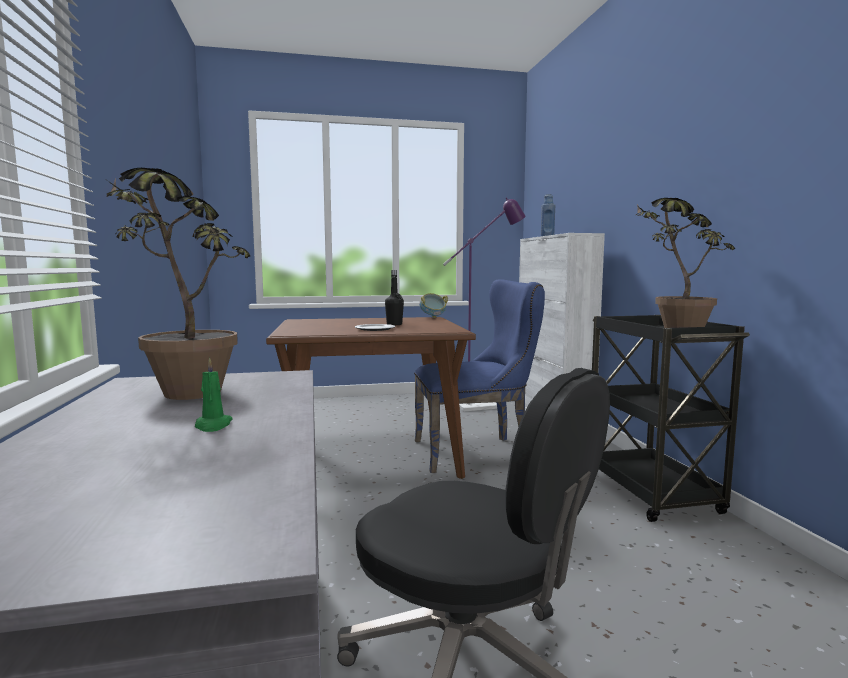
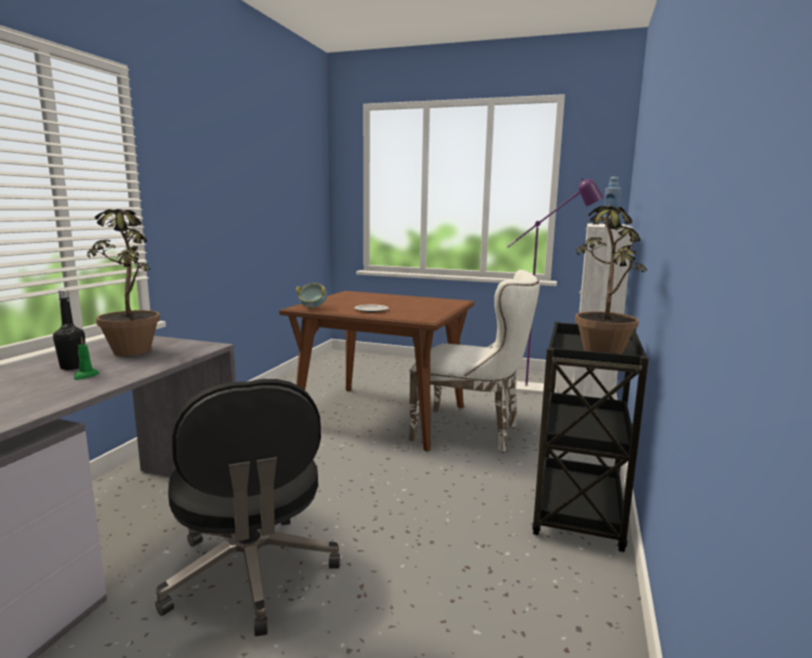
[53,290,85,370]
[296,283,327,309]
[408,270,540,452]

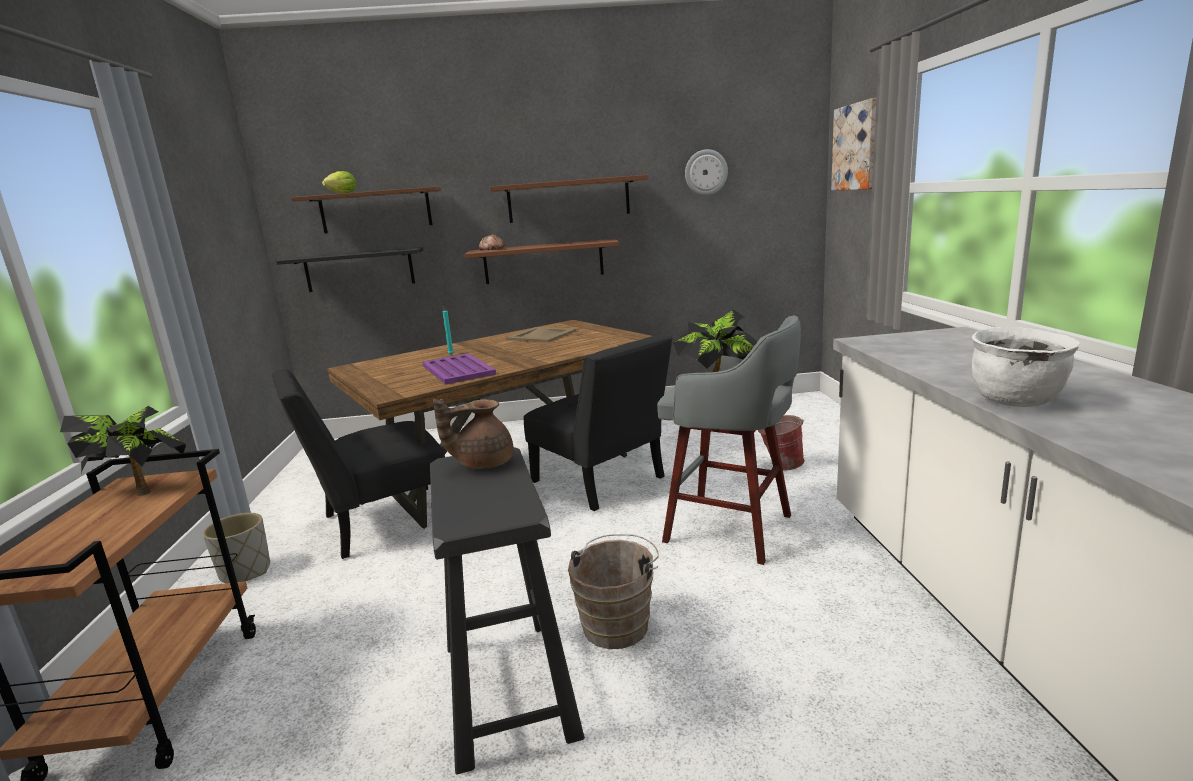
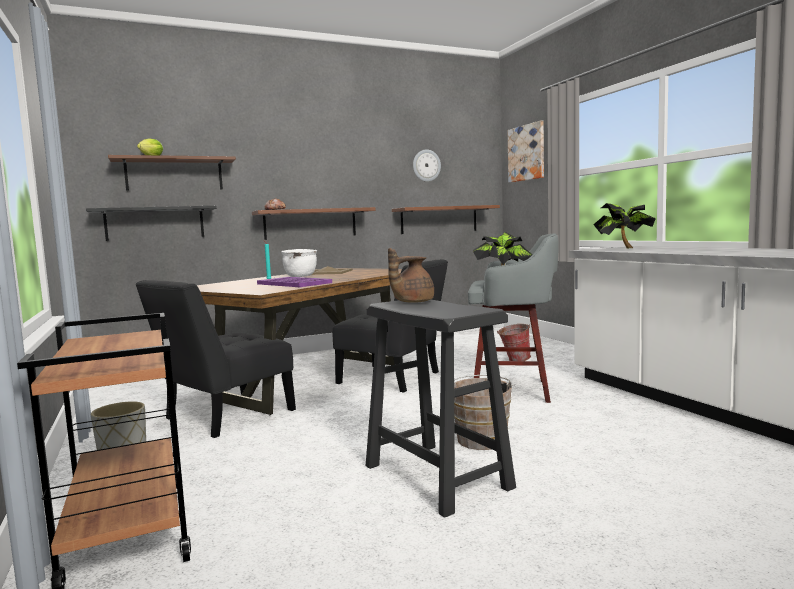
[281,249,317,277]
[392,205,500,234]
[593,203,656,248]

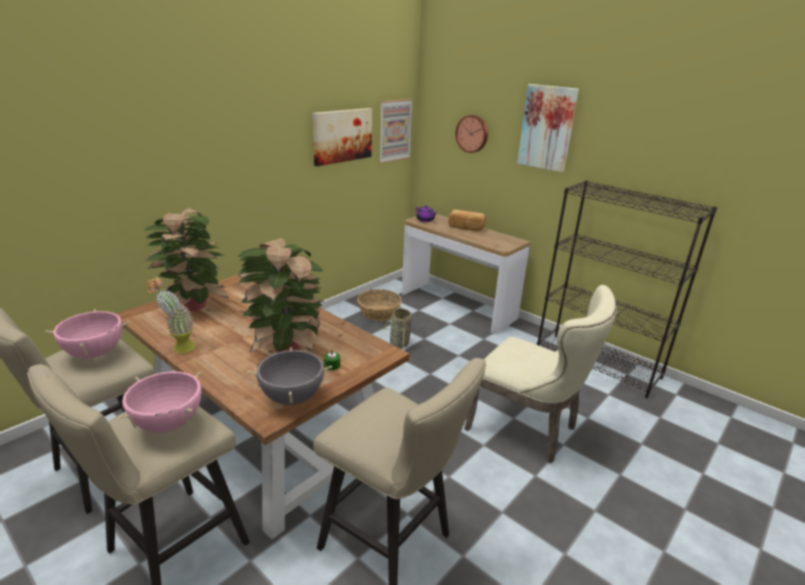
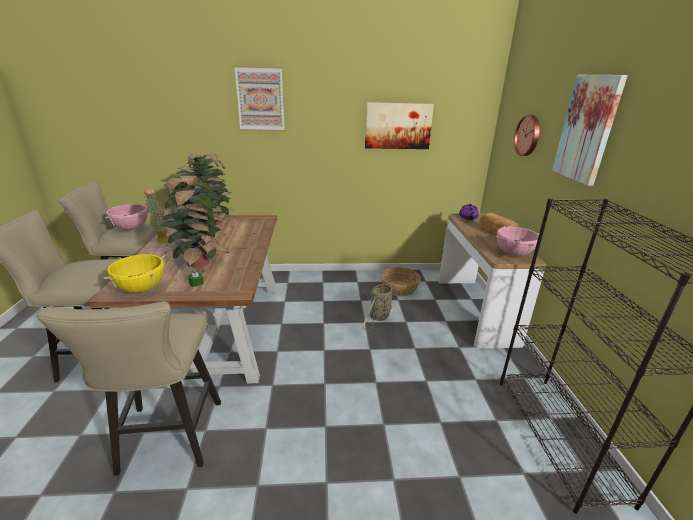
[104,254,165,293]
[234,66,285,131]
[496,226,539,256]
[464,285,617,463] (first image)

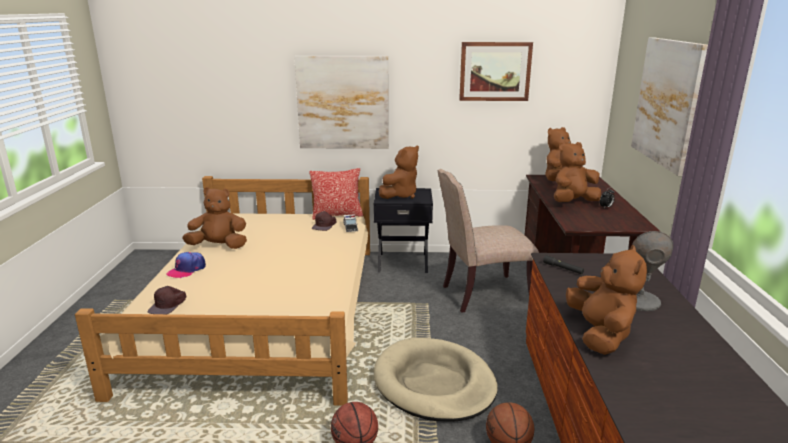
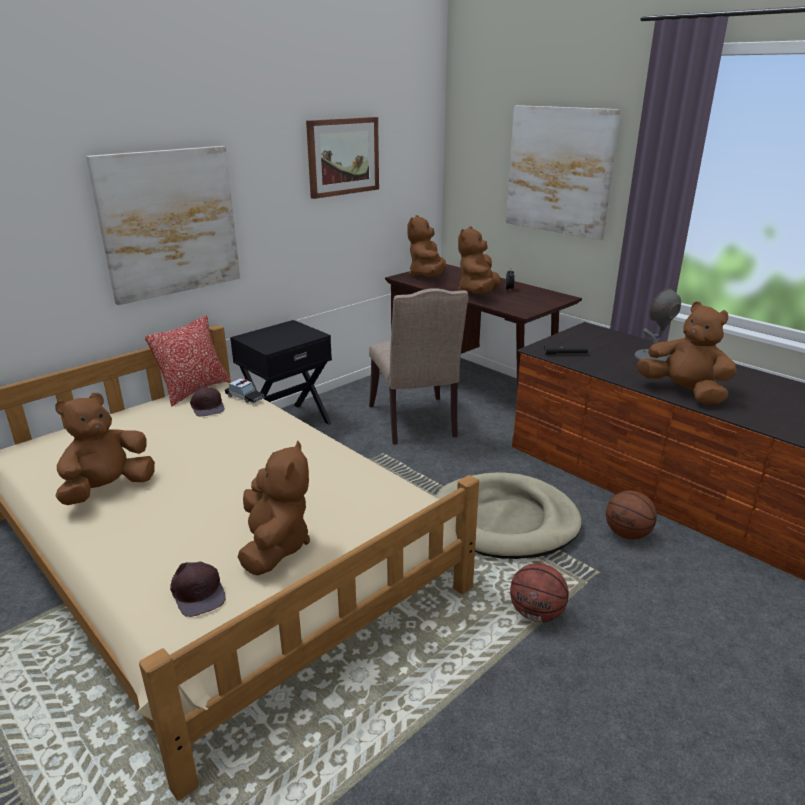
[238,441,310,575]
[369,288,469,445]
[166,252,206,279] (first image)

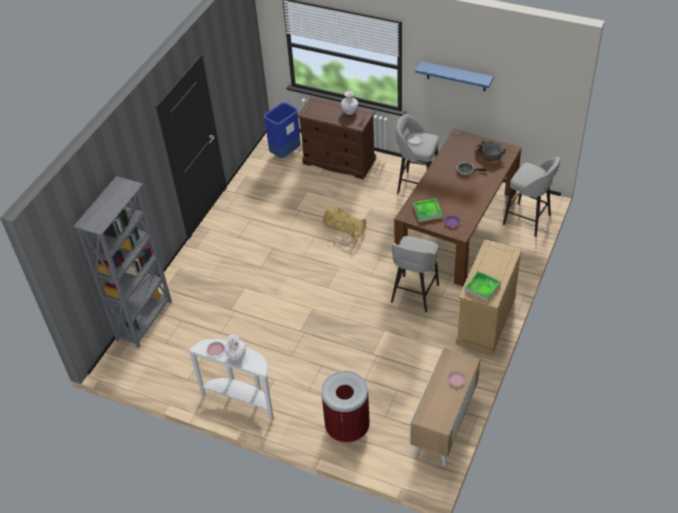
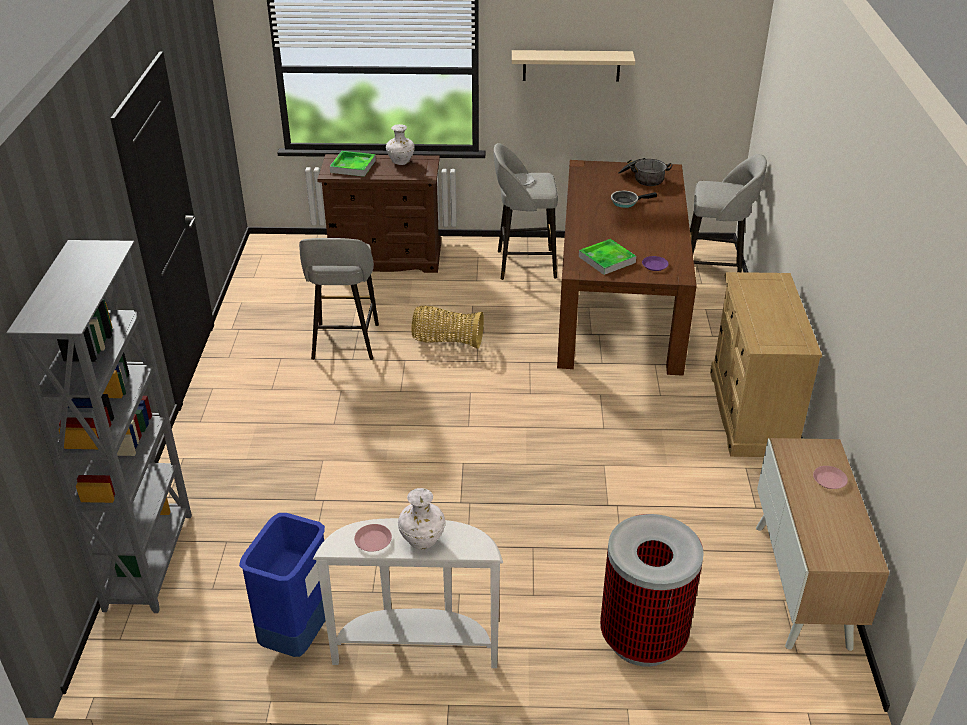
[239,513,326,657]
[299,238,379,360]
[330,151,376,177]
[512,50,635,82]

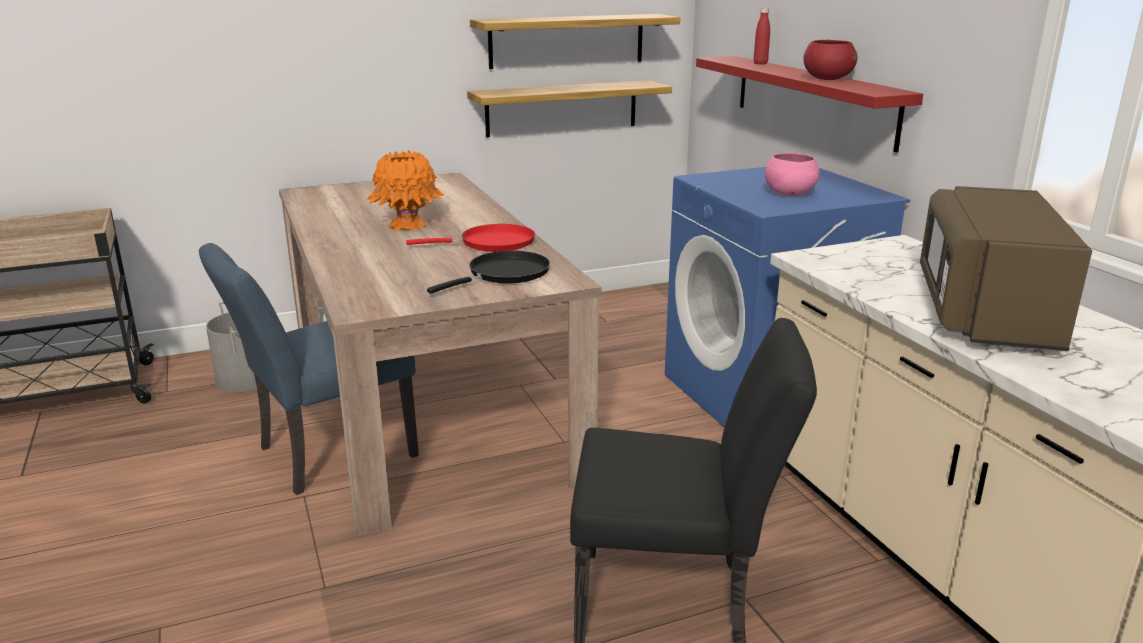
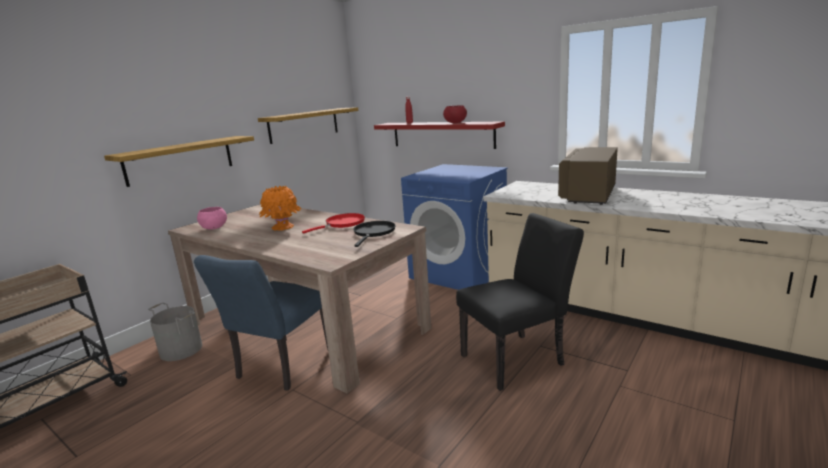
[104,136,254,187]
[197,207,227,229]
[558,147,618,205]

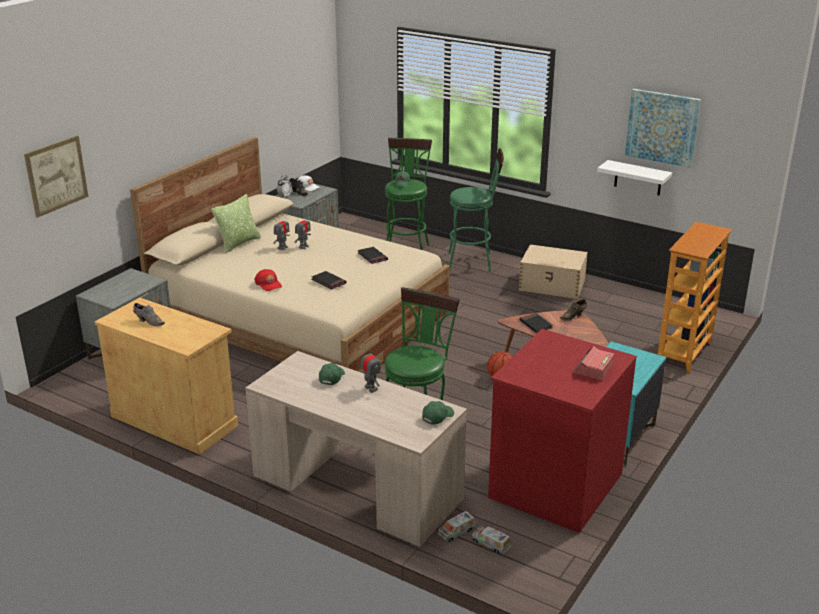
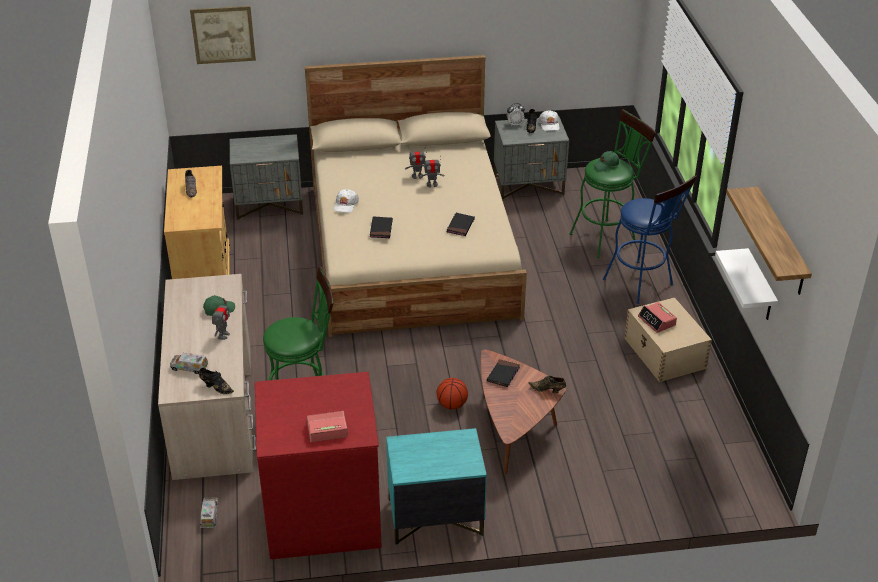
[170,353,208,374]
[199,368,234,394]
[334,189,359,213]
[603,175,697,304]
[638,302,677,333]
[726,187,812,295]
[211,194,261,253] (first image)
[657,222,732,373] (first image)

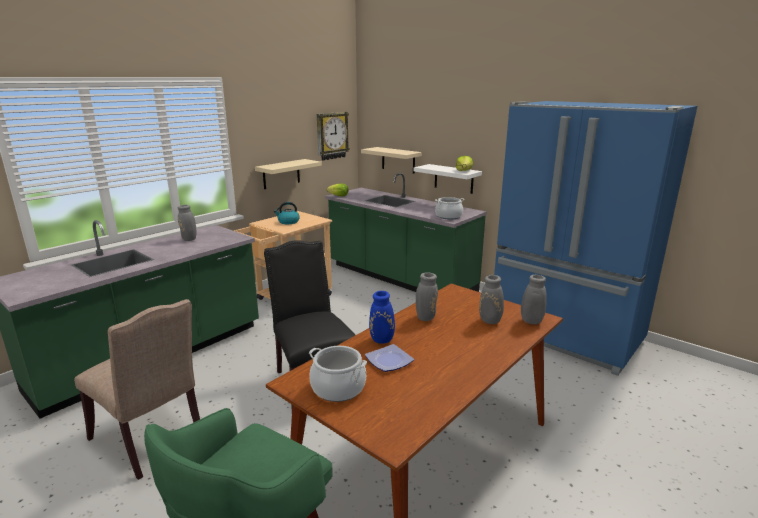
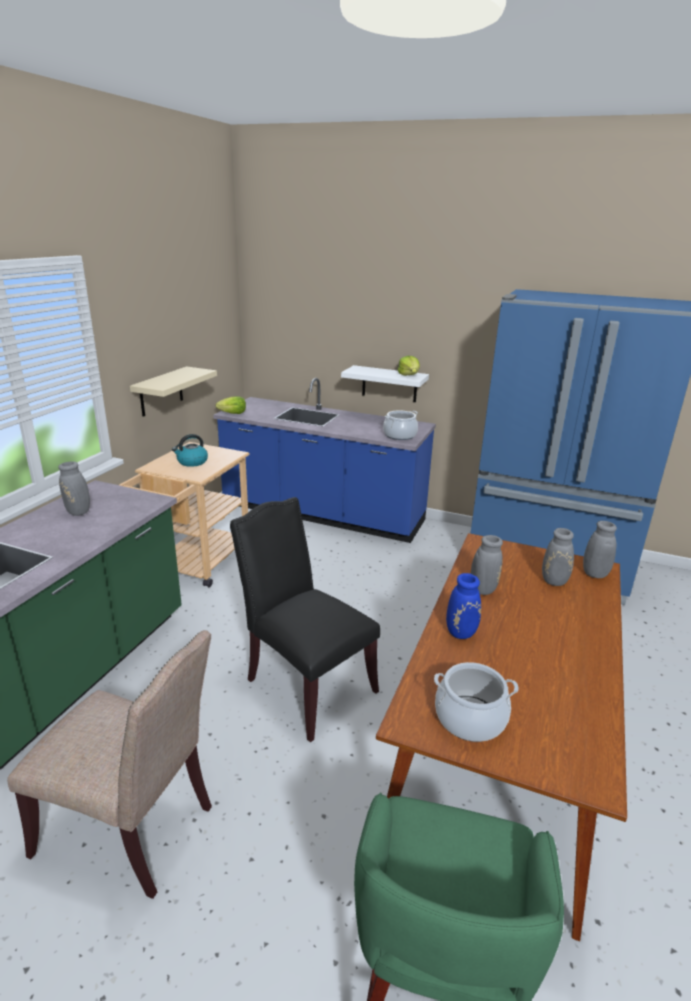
[213,378,436,543]
[317,112,350,161] (first image)
[361,147,422,174] (first image)
[365,344,414,372] (first image)

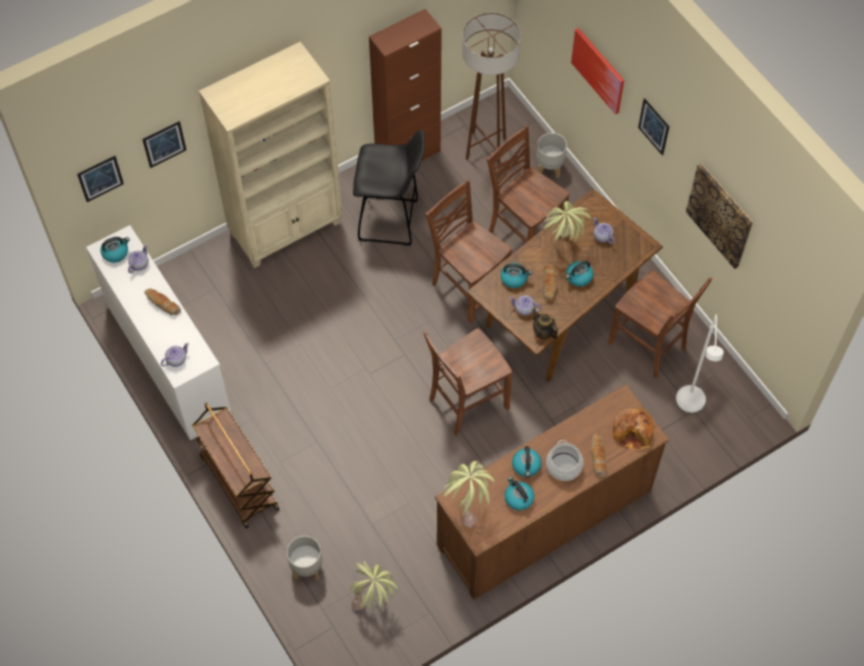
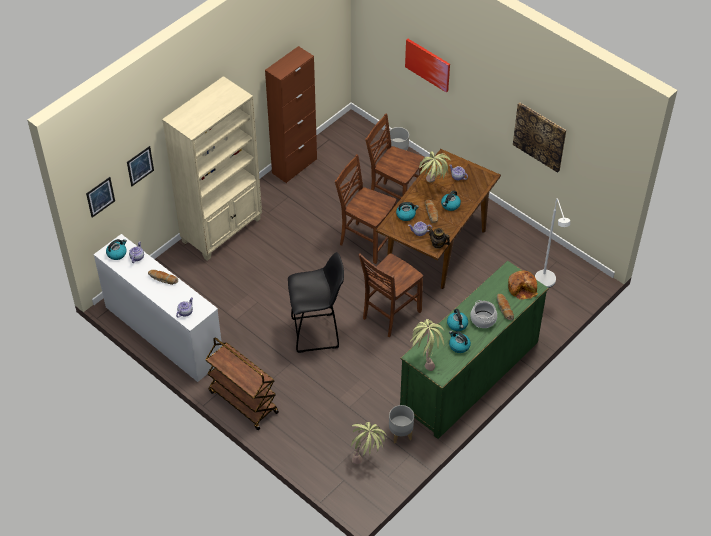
[288,252,344,353]
[389,405,414,444]
[400,261,549,439]
[462,13,521,164] (first image)
[608,270,712,378] (first image)
[638,98,670,155] (first image)

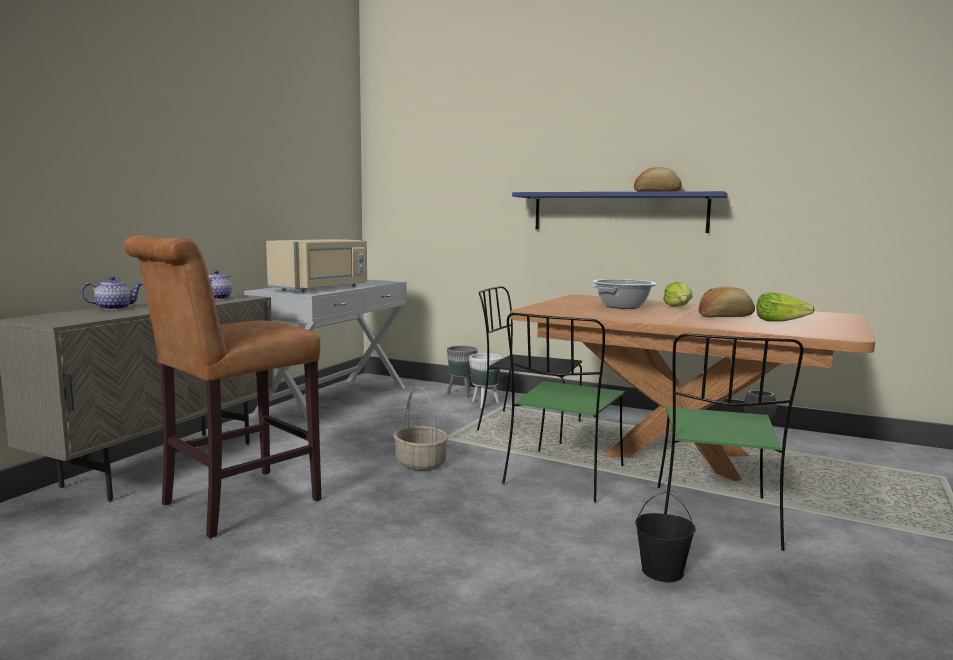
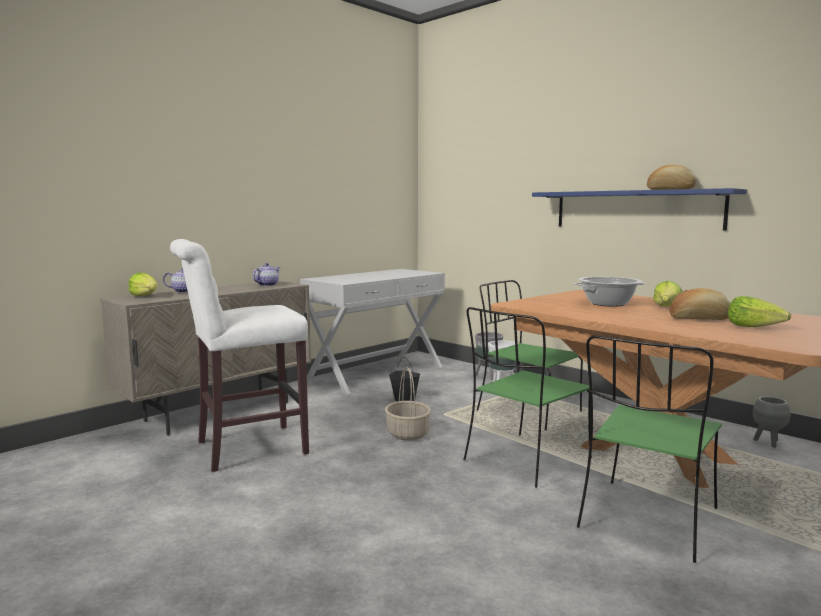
[129,273,158,296]
[170,239,309,472]
[389,358,420,401]
[477,280,583,431]
[266,239,367,292] (first image)

